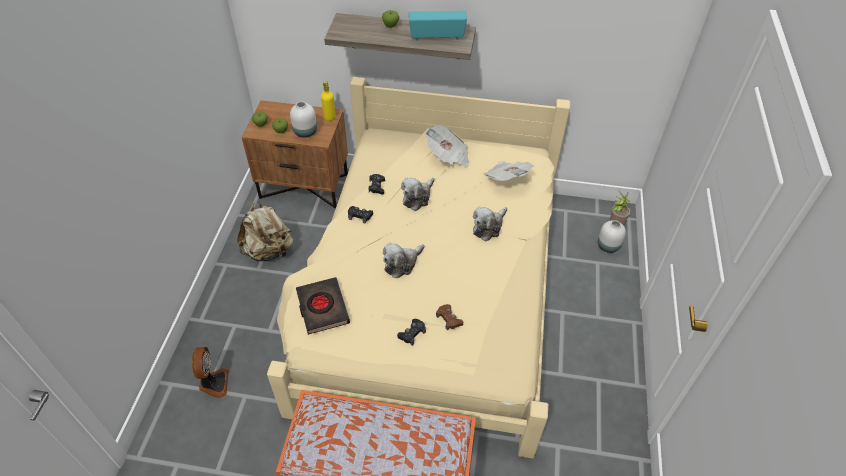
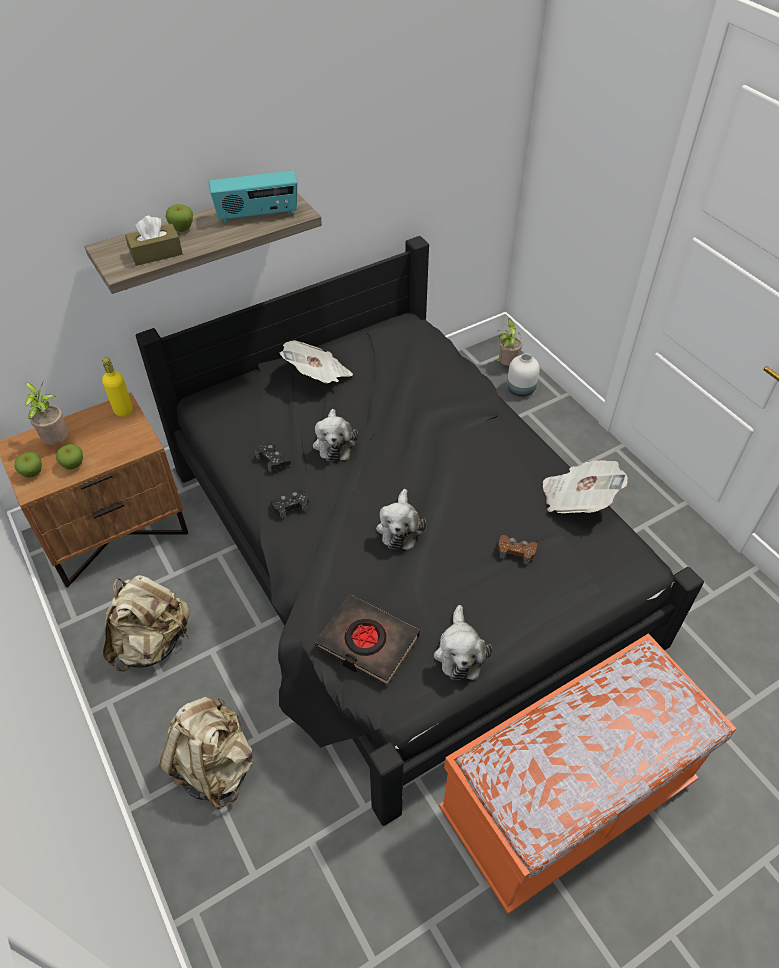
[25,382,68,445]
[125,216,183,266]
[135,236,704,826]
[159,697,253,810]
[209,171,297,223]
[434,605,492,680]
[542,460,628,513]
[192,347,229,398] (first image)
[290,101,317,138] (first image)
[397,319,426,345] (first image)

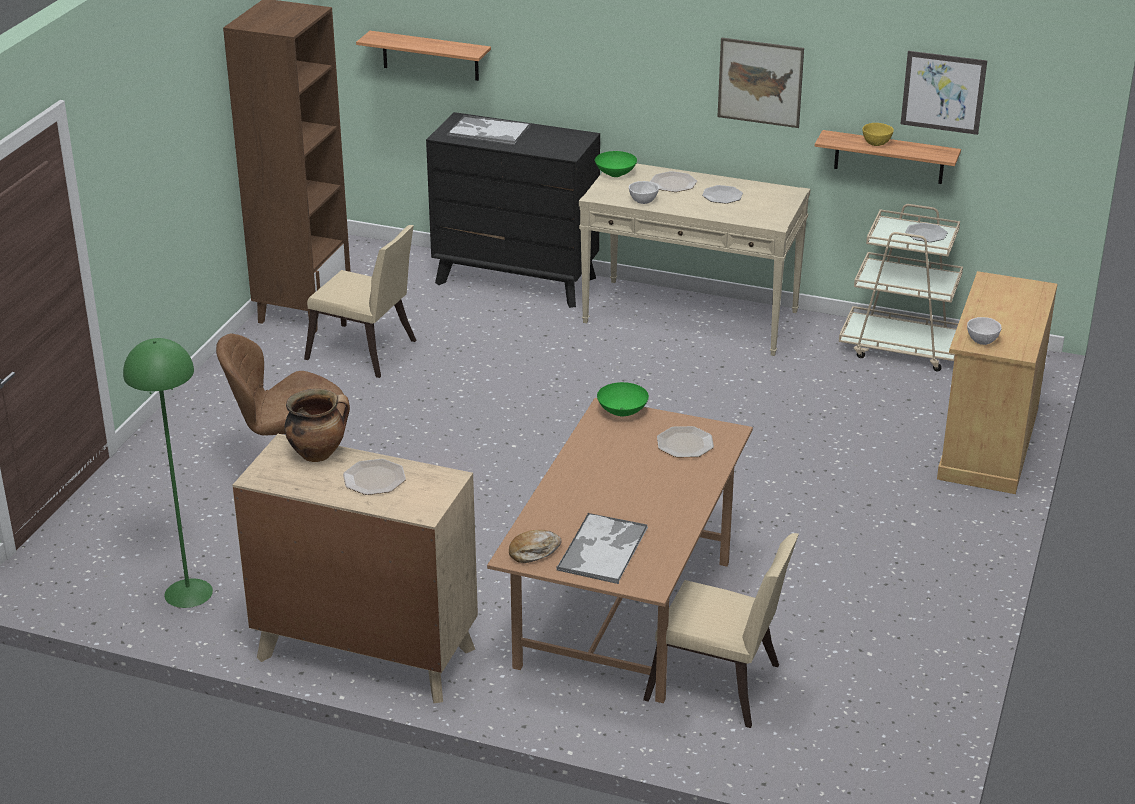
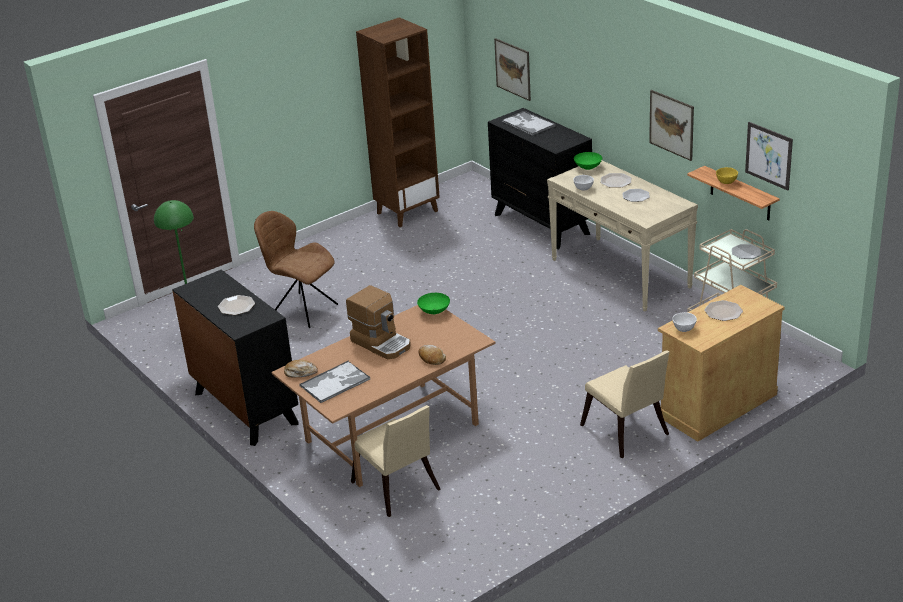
[172,270,298,446]
[346,285,411,360]
[418,345,446,365]
[494,38,531,101]
[580,350,669,458]
[704,300,743,321]
[285,389,350,462] (first image)

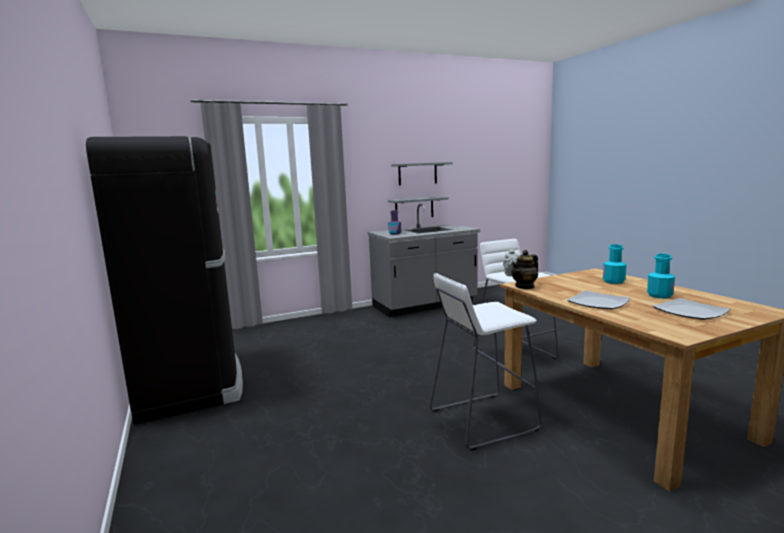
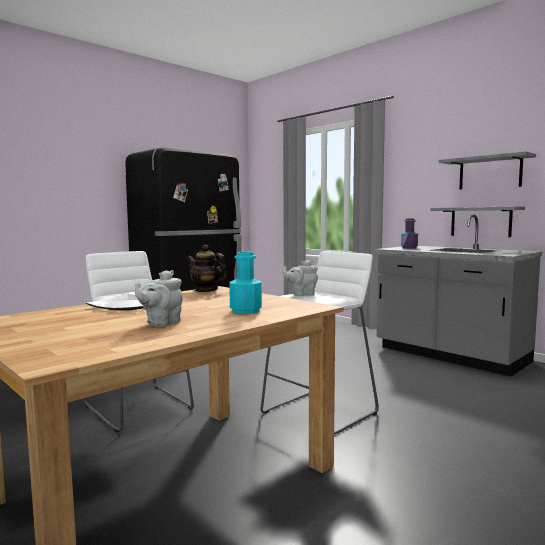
[135,270,183,327]
[653,298,731,320] (first image)

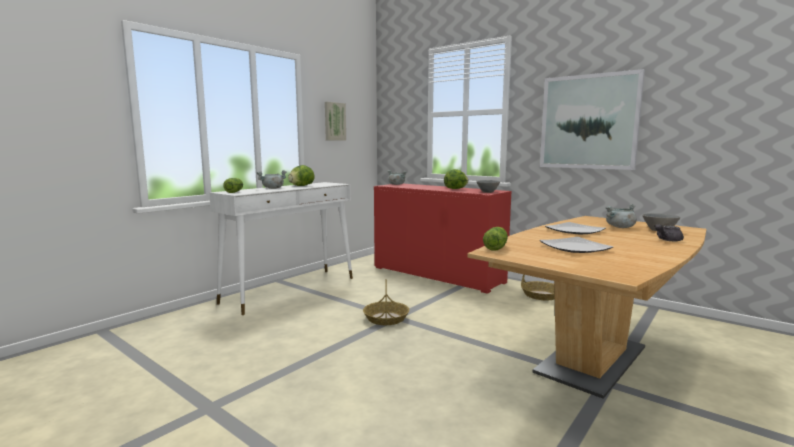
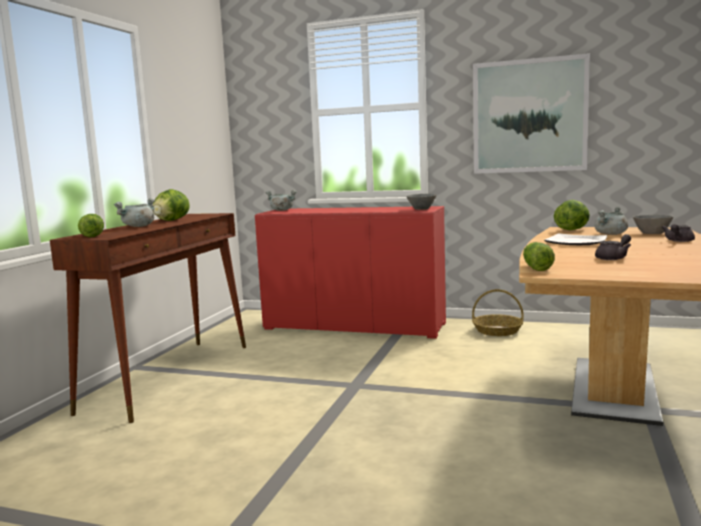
[50,213,246,423]
[554,200,590,230]
[595,234,631,260]
[325,102,346,141] (first image)
[363,279,409,325] (first image)

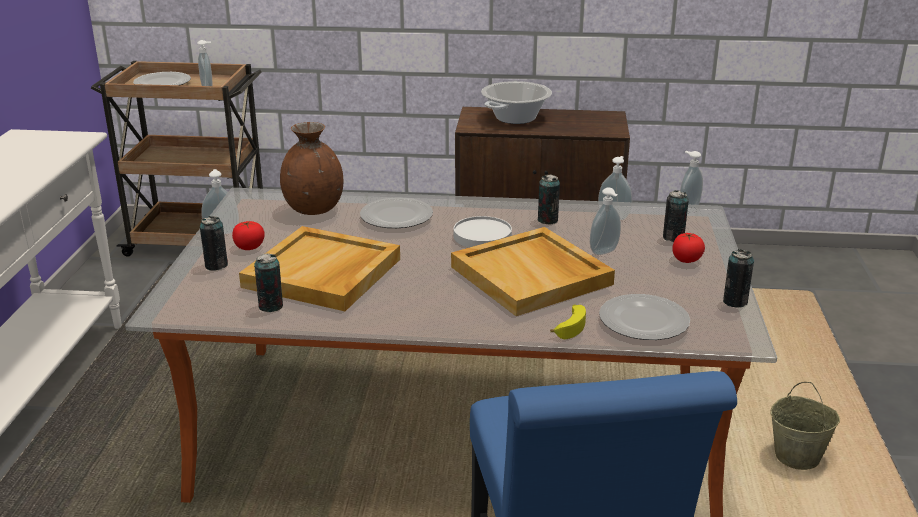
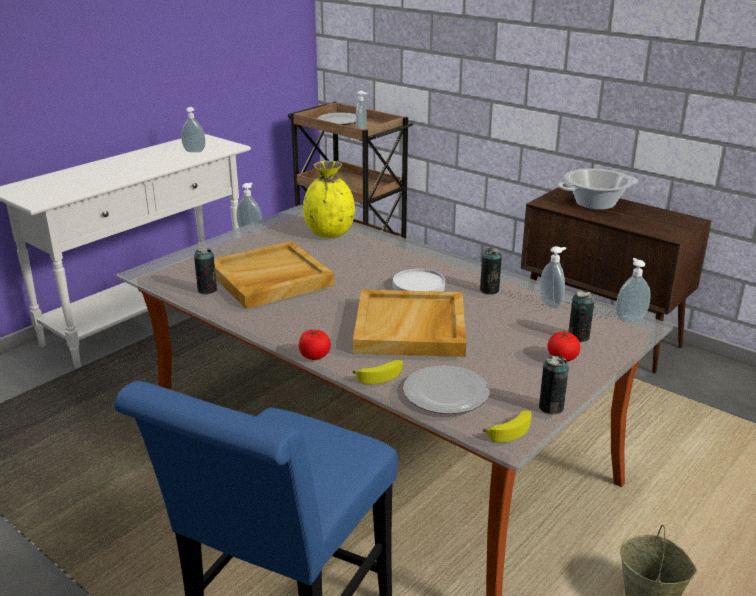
[181,107,206,152]
[299,330,331,360]
[303,161,355,238]
[483,409,532,443]
[200,216,228,271] (first image)
[360,197,433,228] (first image)

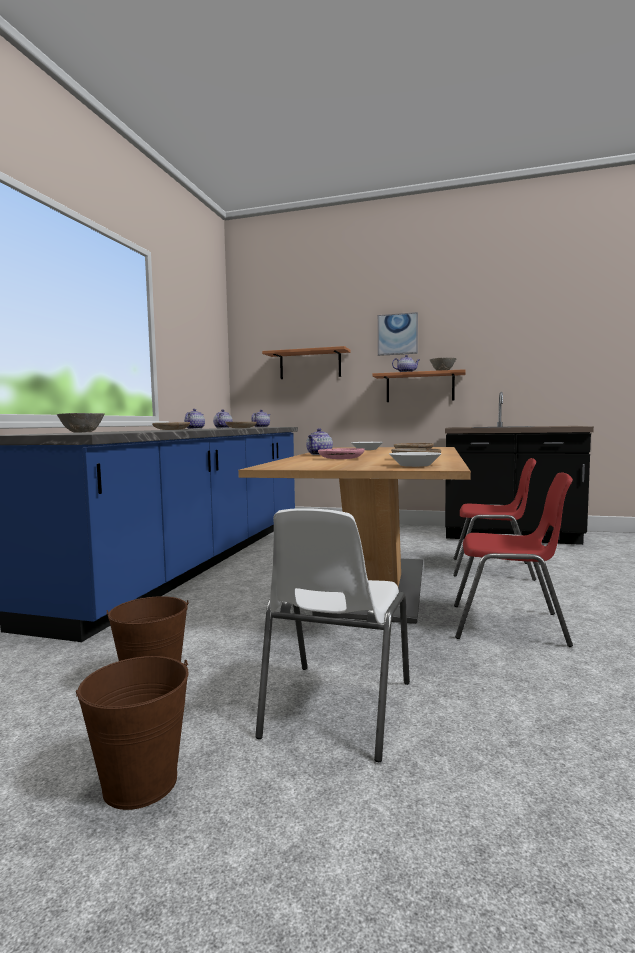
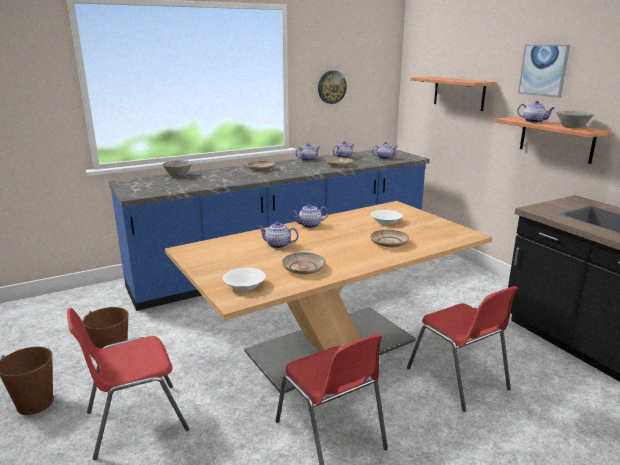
[67,308,189,460]
[258,222,299,248]
[318,70,347,104]

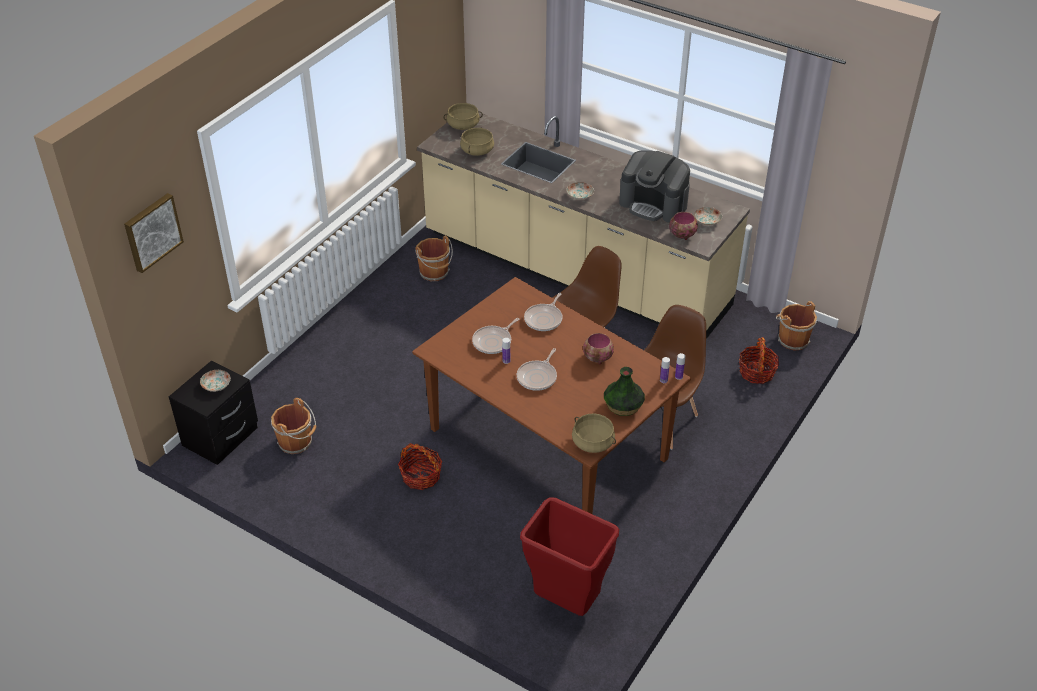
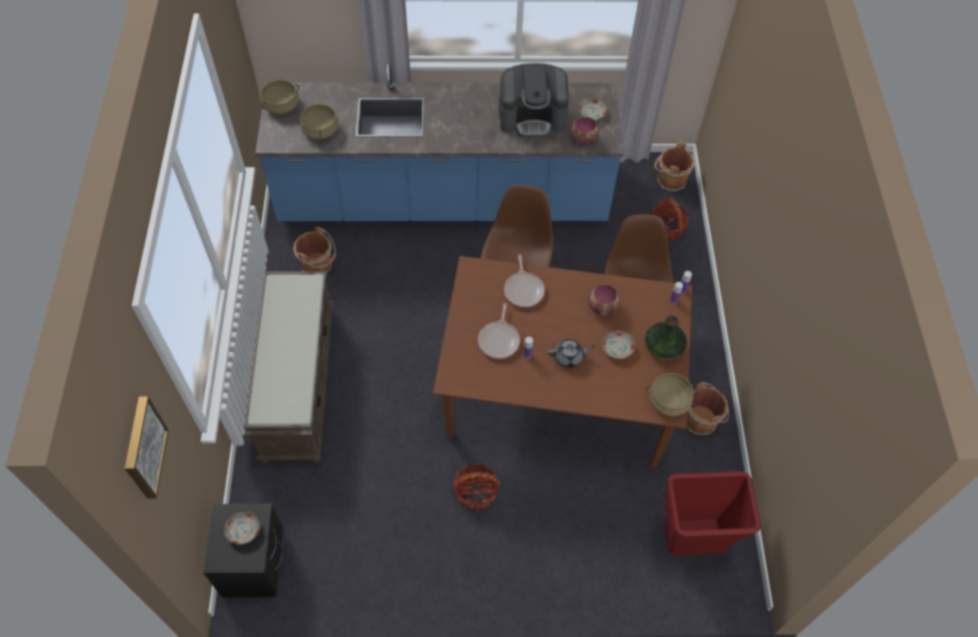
[244,271,333,463]
[255,62,624,221]
[547,339,595,368]
[602,331,635,359]
[687,382,729,435]

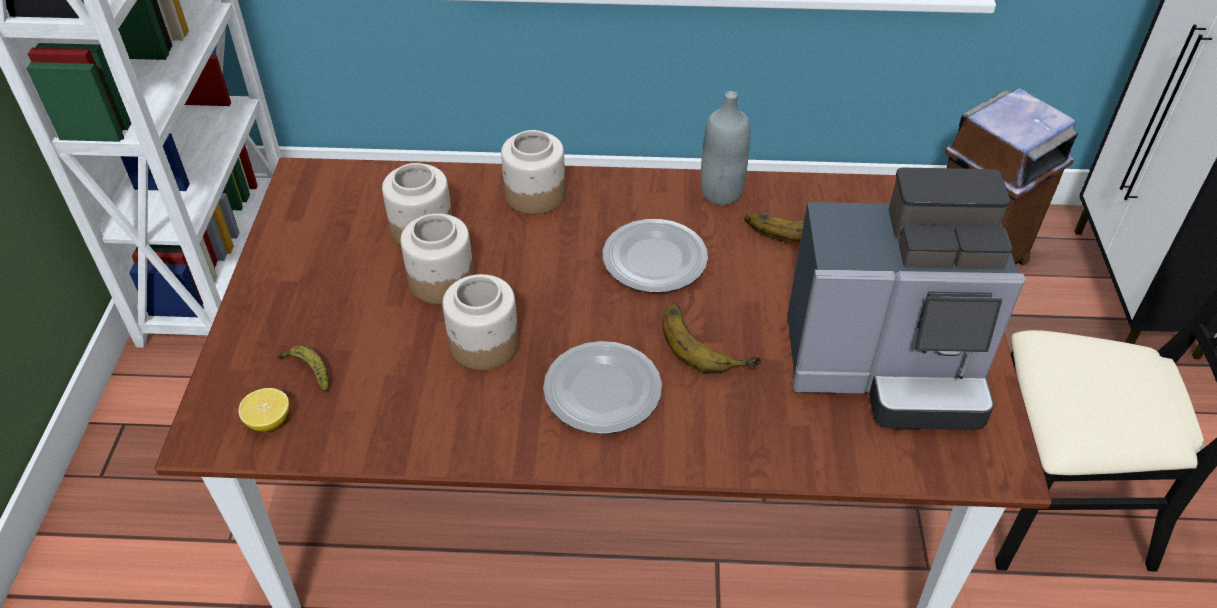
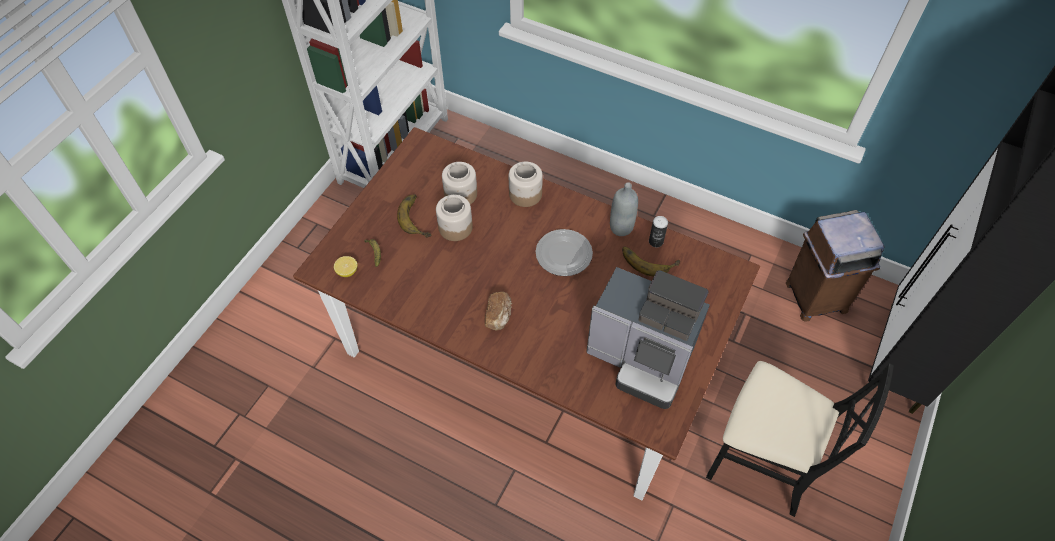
[397,194,431,238]
[485,292,512,330]
[649,216,668,247]
[443,274,519,370] (first image)

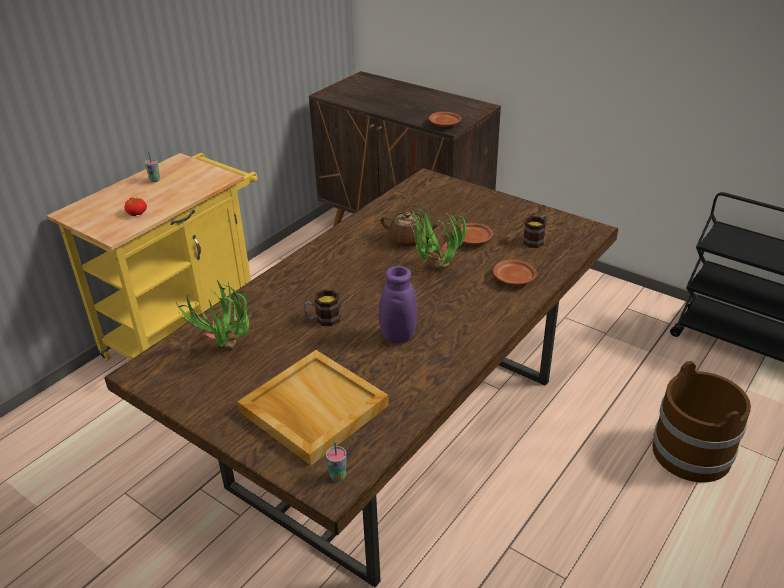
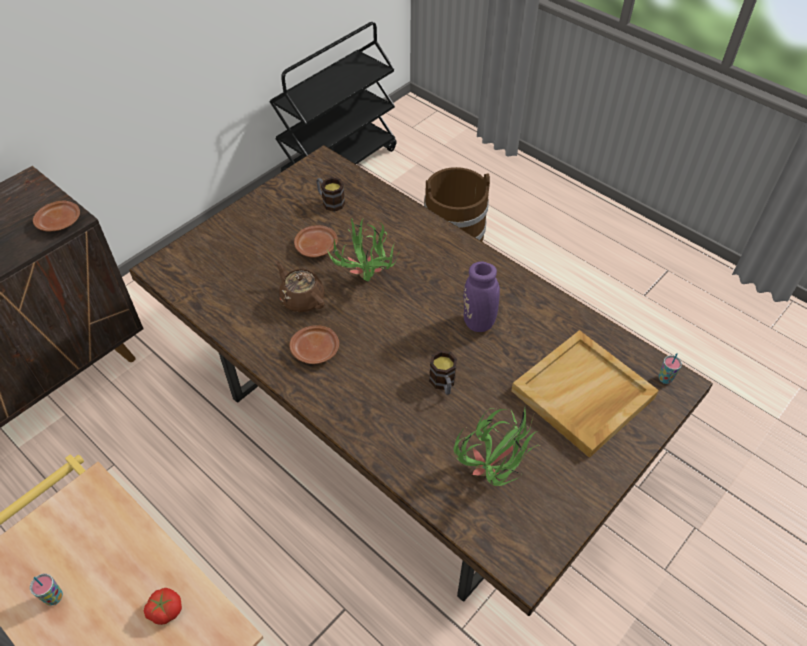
[275,260,325,312]
[289,325,339,364]

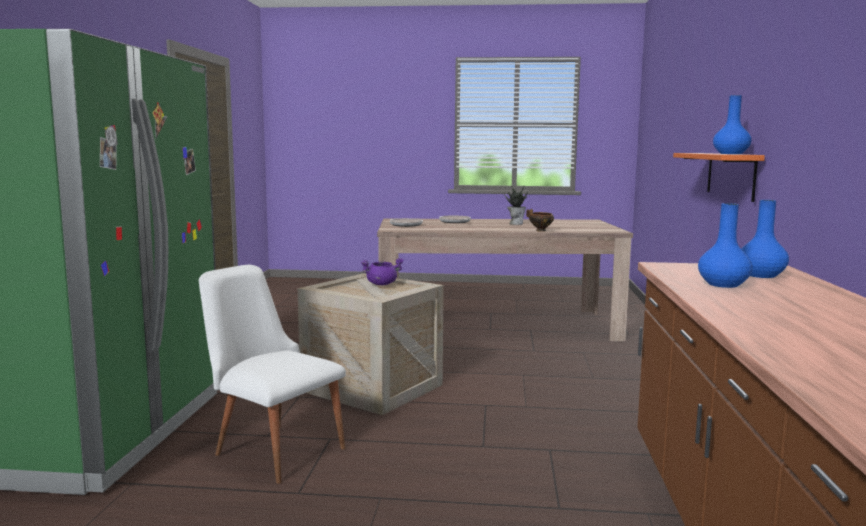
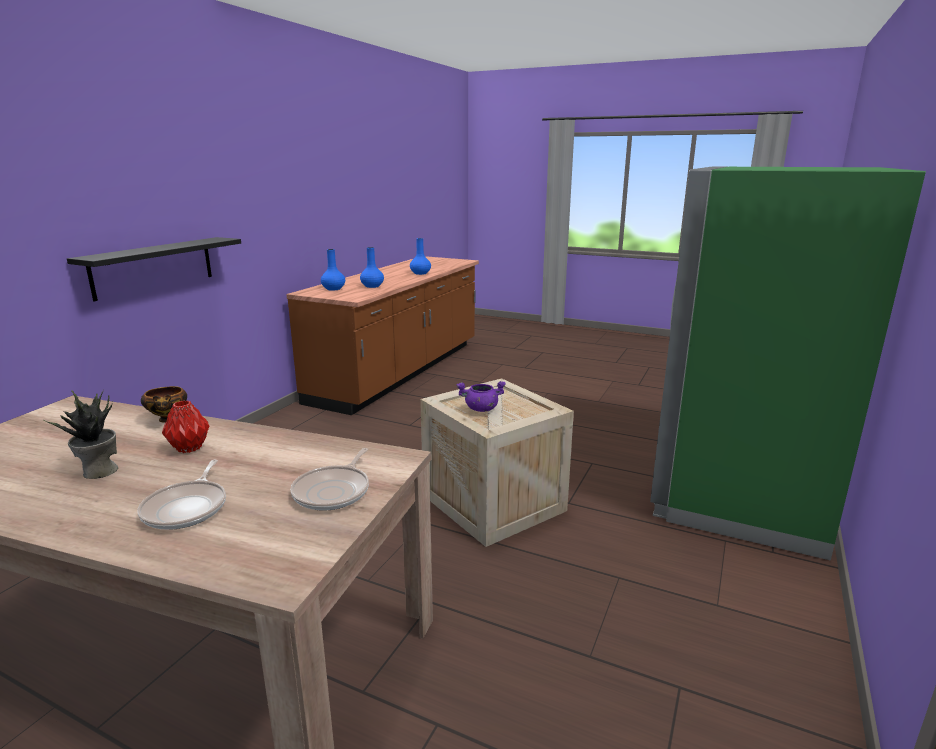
[67,237,241,301]
[162,400,210,453]
[410,238,431,275]
[199,265,346,484] (first image)

